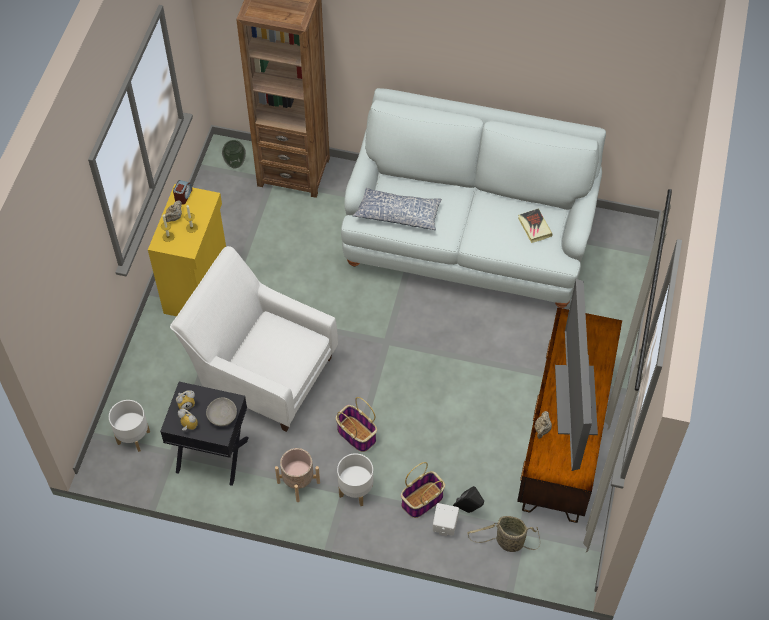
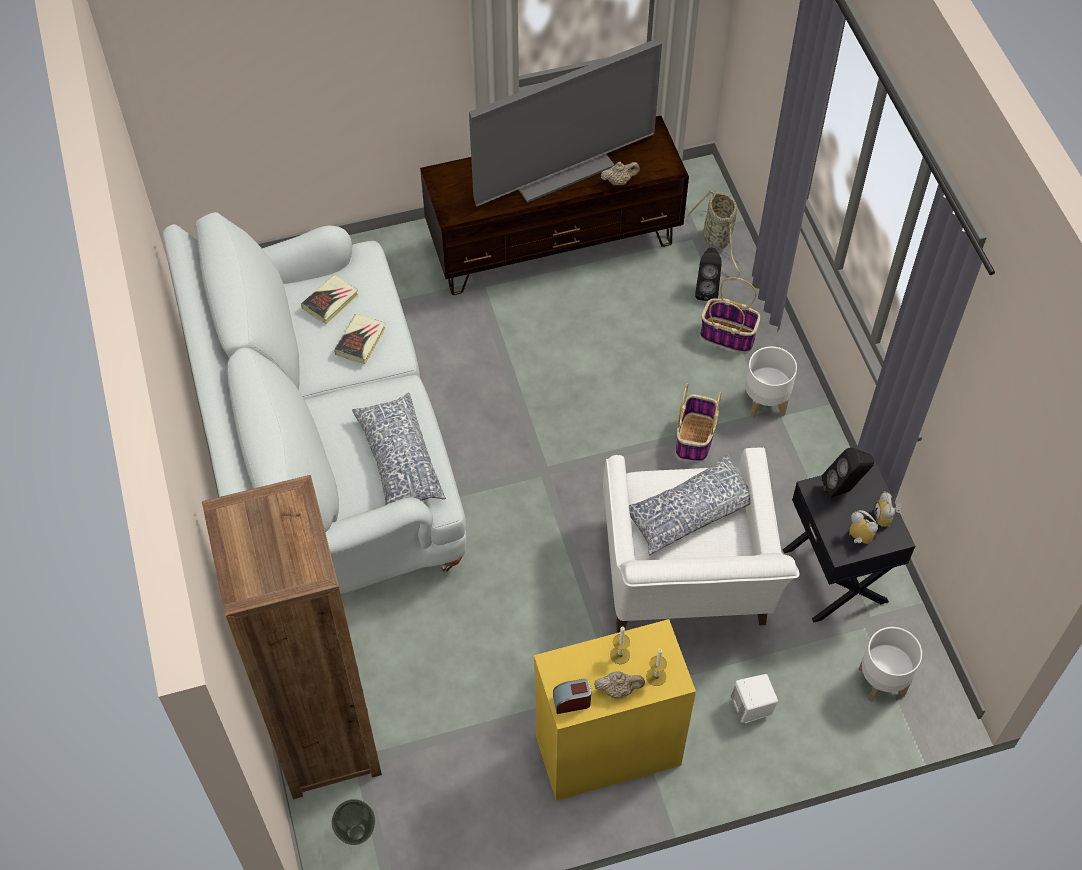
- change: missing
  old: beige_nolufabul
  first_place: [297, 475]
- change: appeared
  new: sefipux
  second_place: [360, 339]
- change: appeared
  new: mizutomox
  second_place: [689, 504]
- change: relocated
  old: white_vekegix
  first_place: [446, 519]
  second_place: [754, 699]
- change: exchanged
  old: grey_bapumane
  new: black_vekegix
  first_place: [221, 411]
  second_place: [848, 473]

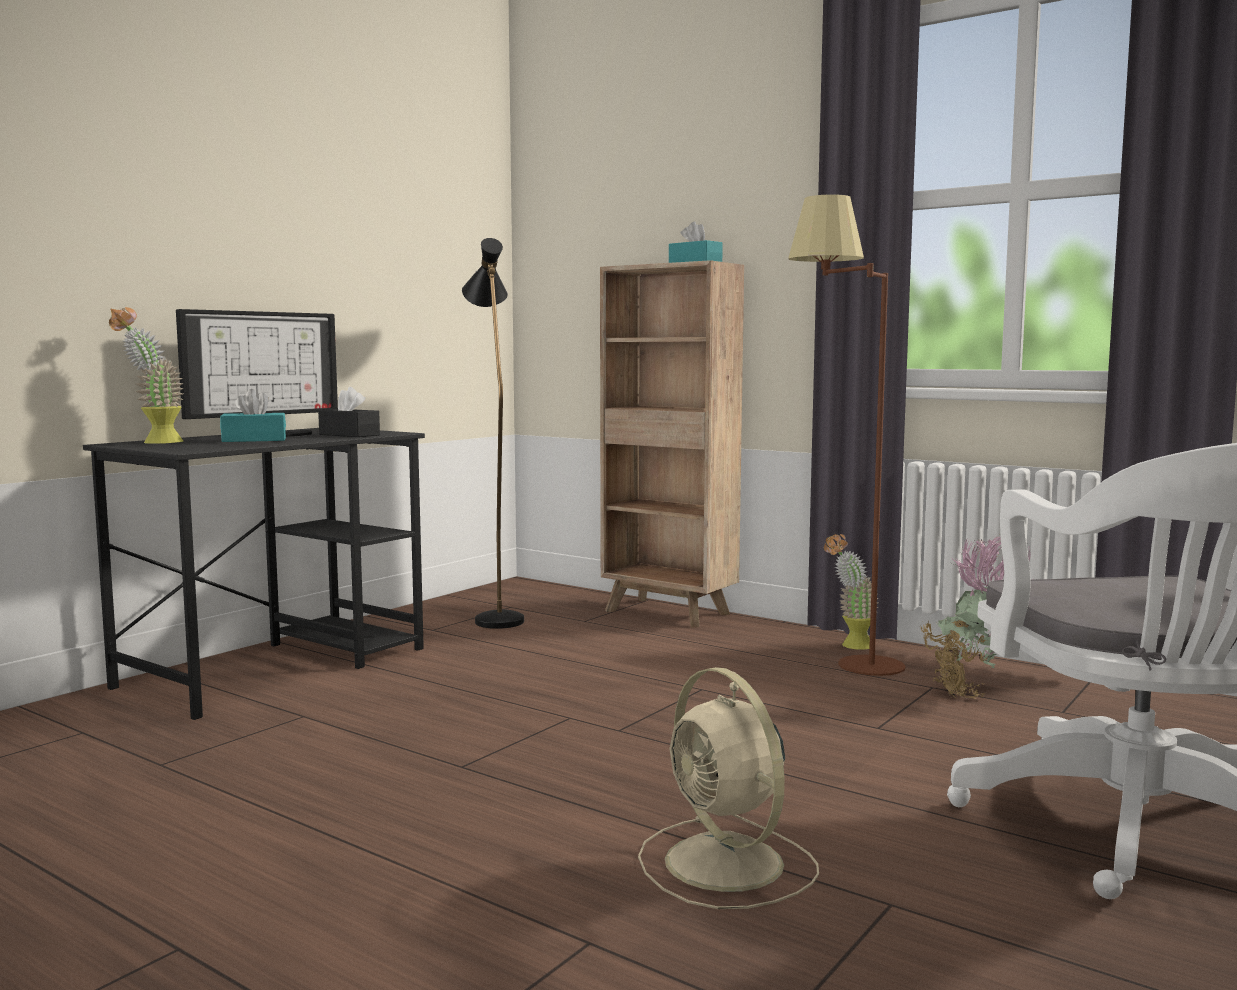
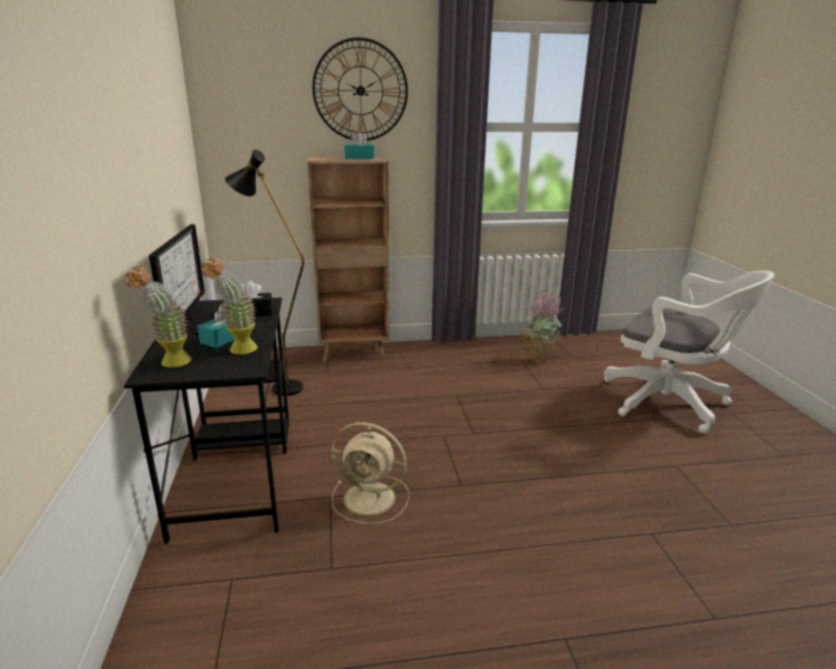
- change: missing
  old: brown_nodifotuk
  first_place: [847, 435]
- change: appeared
  new: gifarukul
  second_place: [360, 89]
- change: relocated
  old: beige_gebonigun
  first_place: [728, 788]
  second_place: [370, 473]
- change: relocated
  old: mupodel
  first_place: [851, 592]
  second_place: [229, 306]

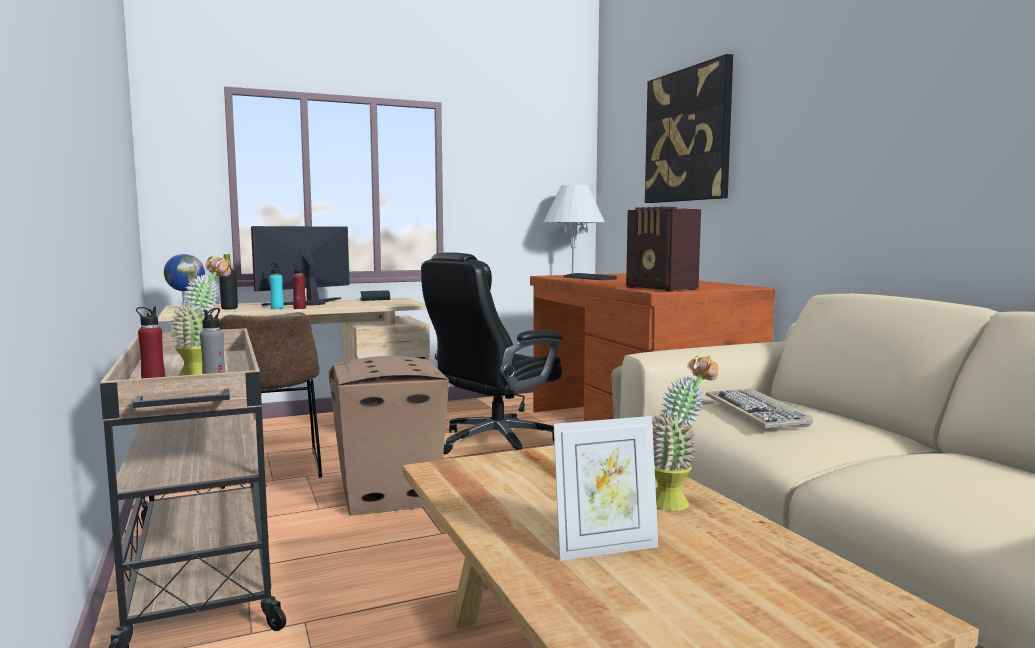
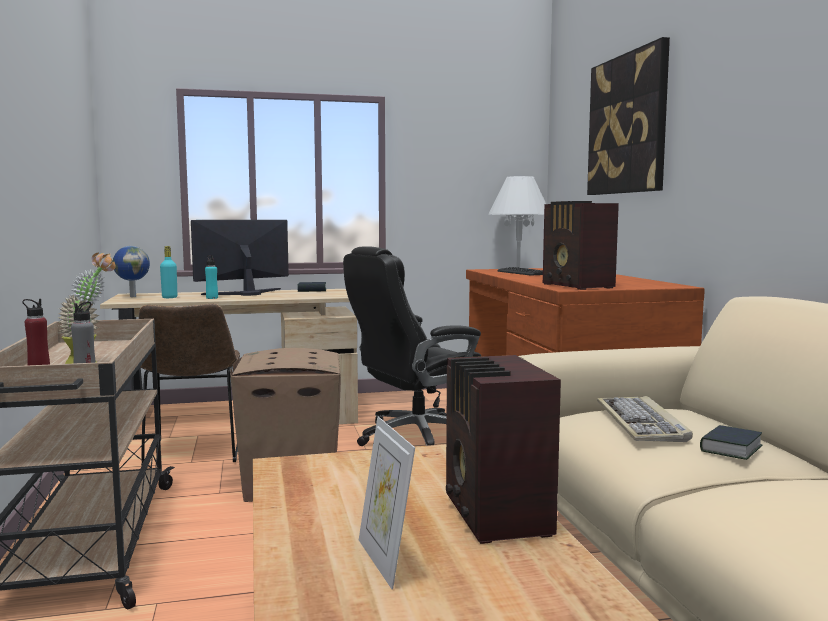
- change: missing
  old: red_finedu
  first_place: [299, 286]
- change: appeared
  new: sefipux
  second_place: [731, 442]
- change: exchanged
  old: mupodel
  new: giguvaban
  first_place: [685, 433]
  second_place: [503, 449]
- change: colour
  old: black_finedu
  new: turquoise_finedu
  first_place: [228, 282]
  second_place: [168, 272]
- change: spun
  old: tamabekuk
  first_place: [606, 488]
  second_place: [387, 503]
  degrees: 75

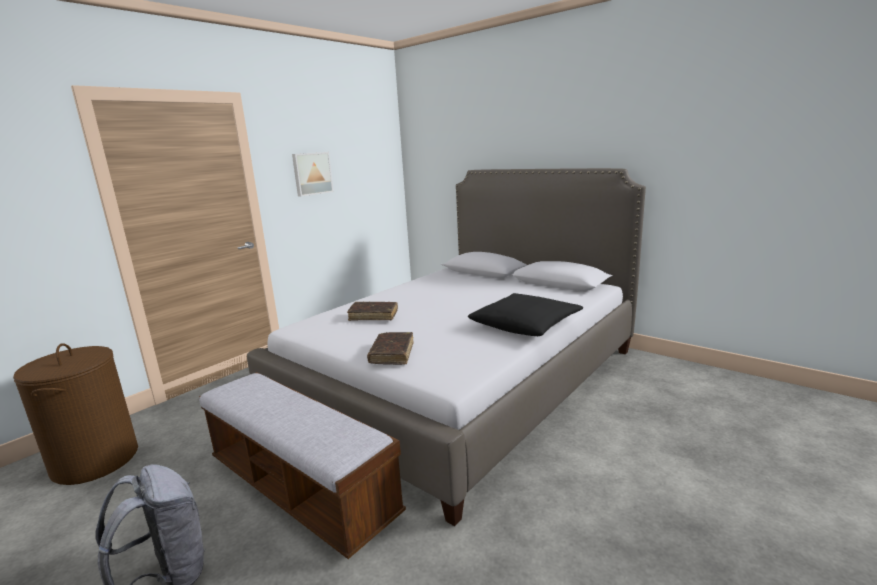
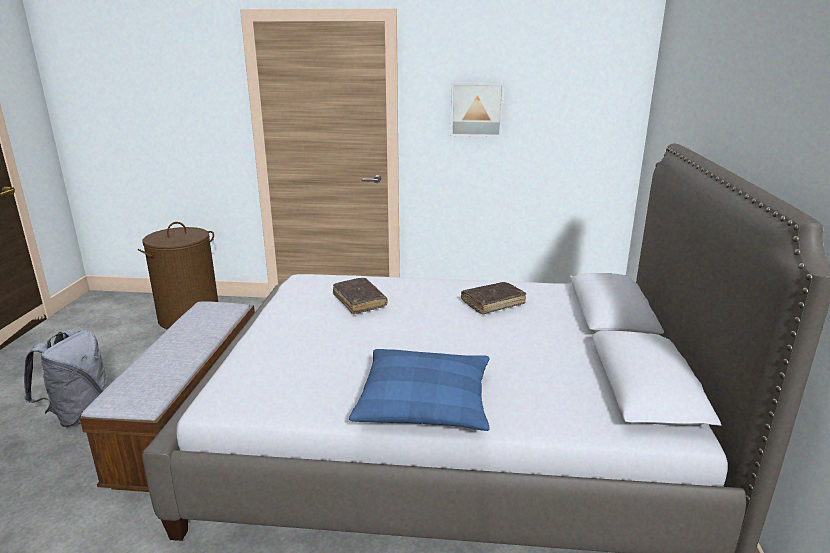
- change: relocated
  old: brown_sefipux
  first_place: [390, 348]
  second_place: [493, 298]
- change: colour
  old: black_mizutomox
  new: blue_mizutomox
  first_place: [525, 314]
  second_place: [419, 390]

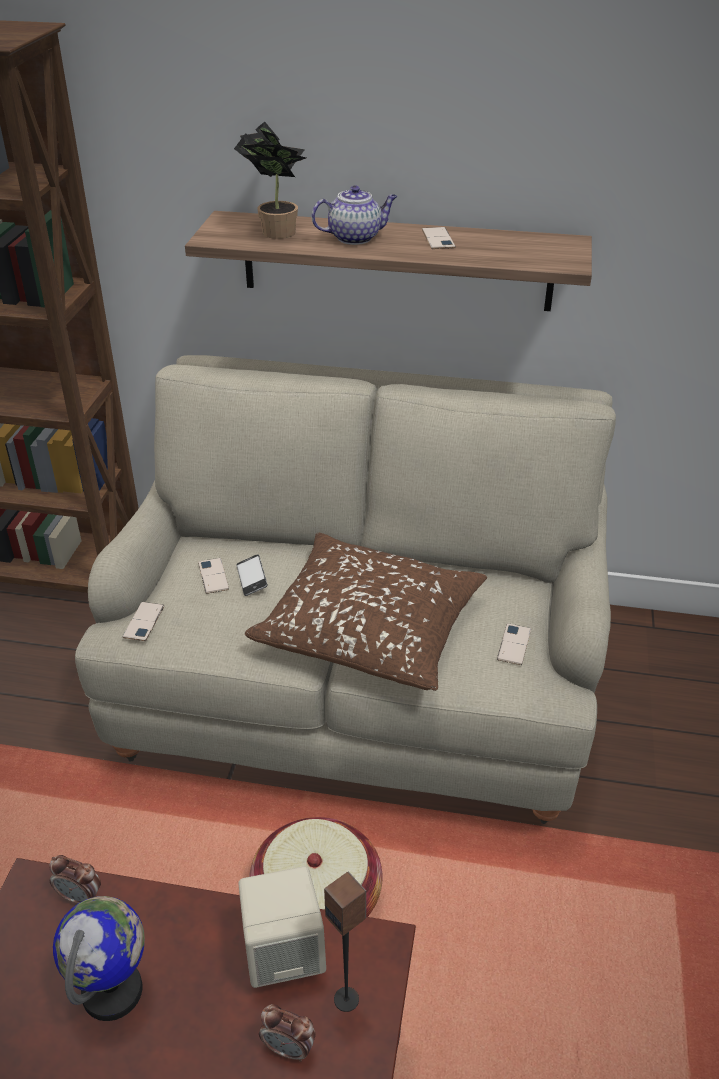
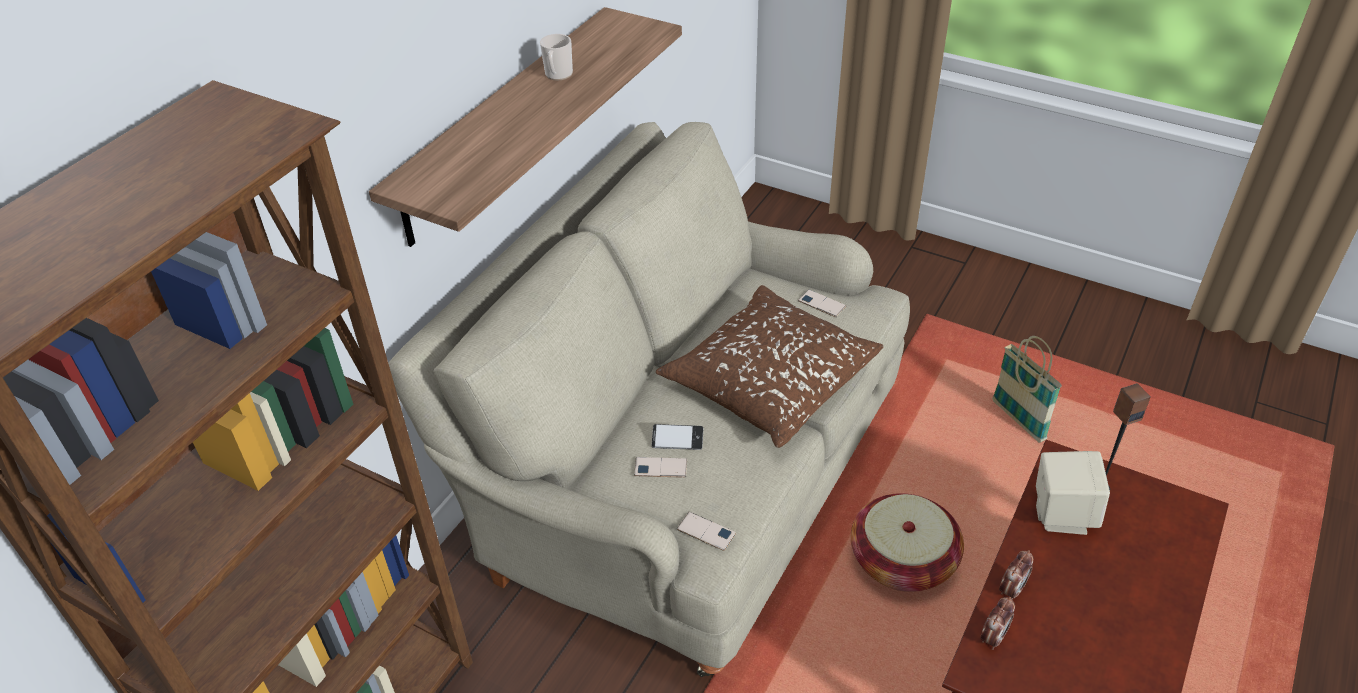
- change: missing
  old: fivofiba
  first_place: [99, 958]
- change: missing
  old: mupodel
  first_place: [270, 180]
- change: missing
  old: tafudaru
  first_place: [355, 215]
- change: appeared
  new: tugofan
  second_place: [1027, 389]
- change: relocated
  old: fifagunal
  first_place: [287, 1033]
  second_place: [1016, 575]
- change: exchanged
  old: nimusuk
  new: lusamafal
  first_place: [438, 238]
  second_place: [556, 57]

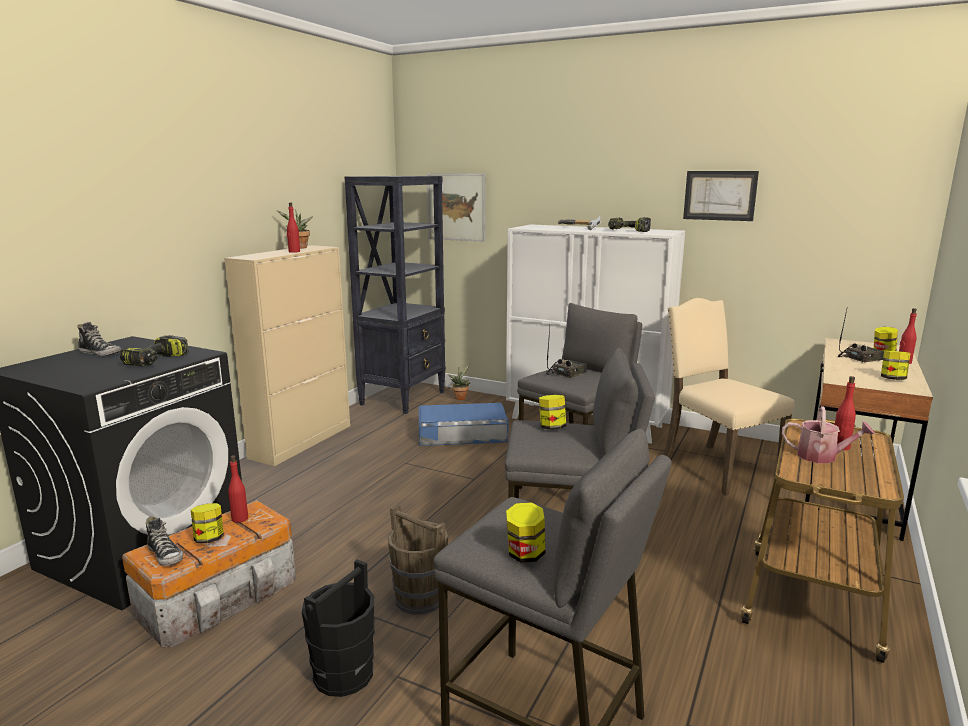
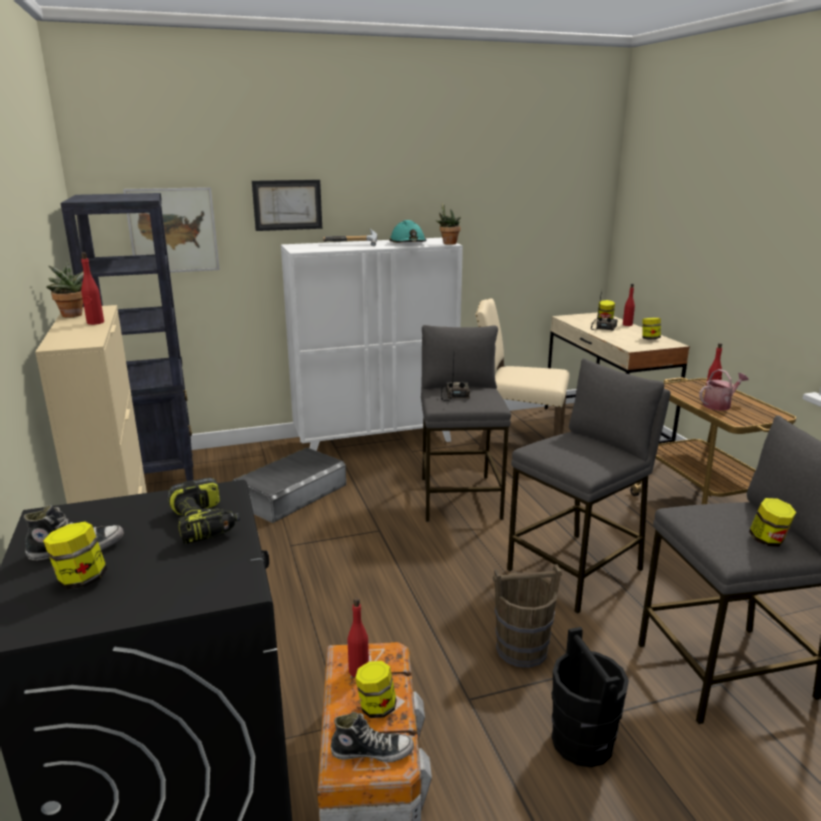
- change: relocated
  old: mupodel
  first_place: [458, 382]
  second_place: [448, 223]
- change: relocated
  old: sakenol
  first_place: [552, 412]
  second_place: [75, 556]
- change: relocated
  old: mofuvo
  first_place: [721, 196]
  second_place: [287, 205]
- change: exchanged
  old: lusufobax
  new: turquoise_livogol
  first_place: [629, 224]
  second_place: [407, 231]
- change: colour
  old: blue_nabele
  new: grey_nabele
  first_place: [463, 424]
  second_place: [289, 485]

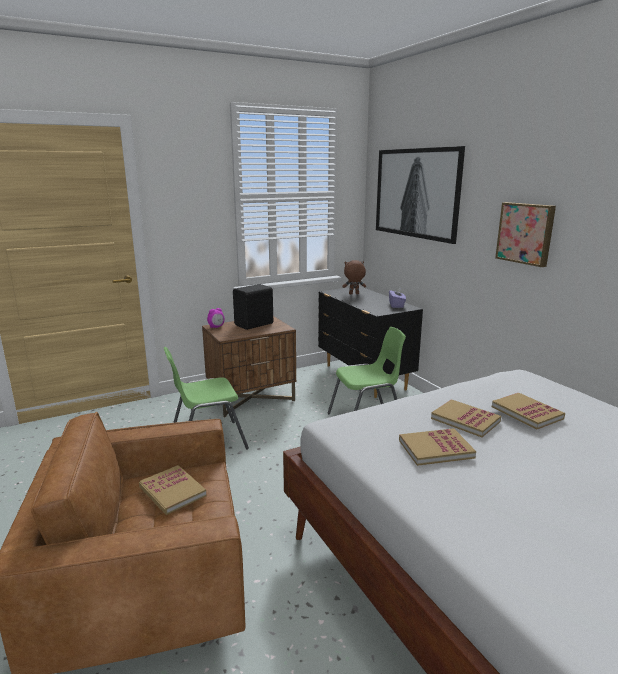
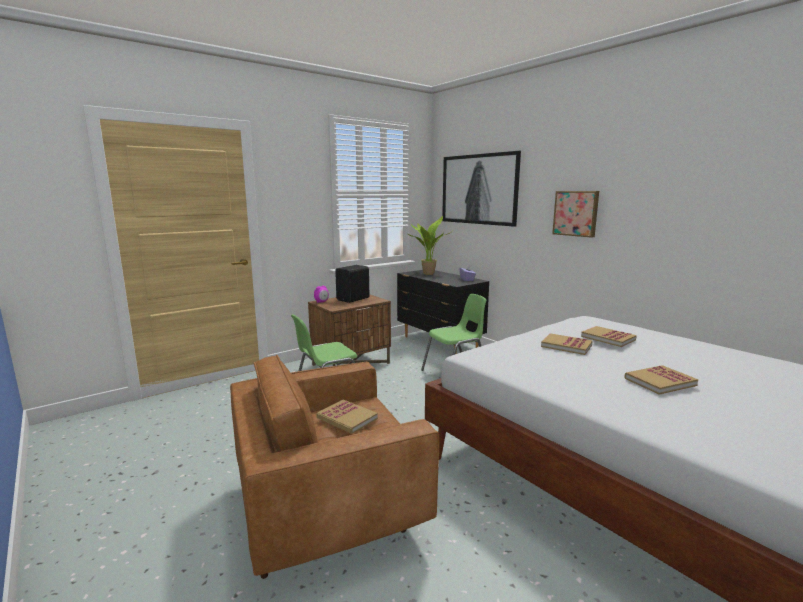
- change: relocated
  old: sefipux
  first_place: [437, 447]
  second_place: [661, 380]
- change: exchanged
  old: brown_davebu
  new: mupodel
  first_place: [354, 277]
  second_place: [429, 245]

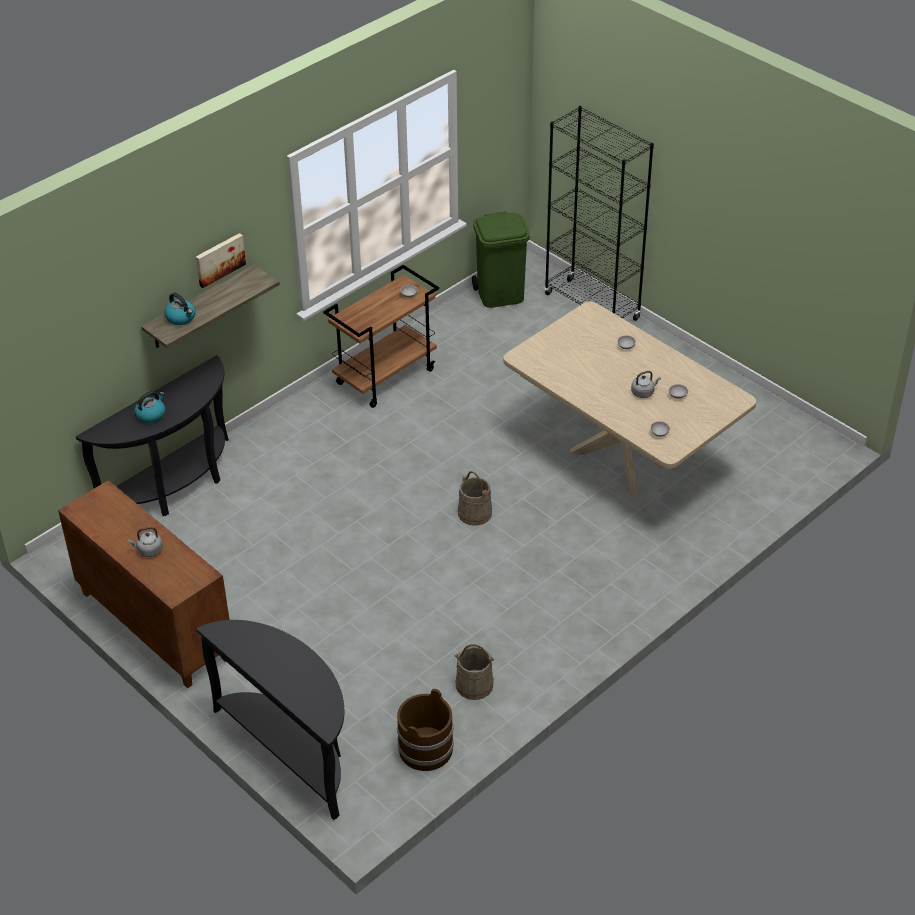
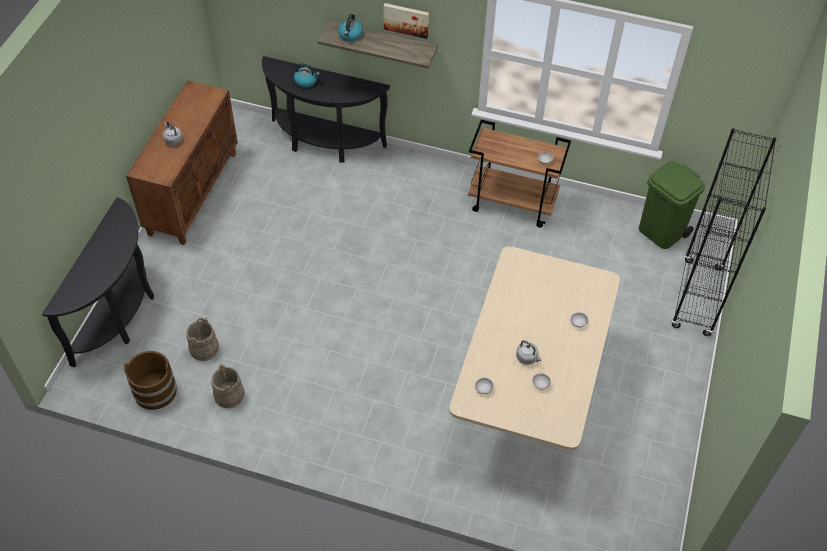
- change: relocated
  old: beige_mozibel
  first_place: [475, 498]
  second_place: [202, 339]

